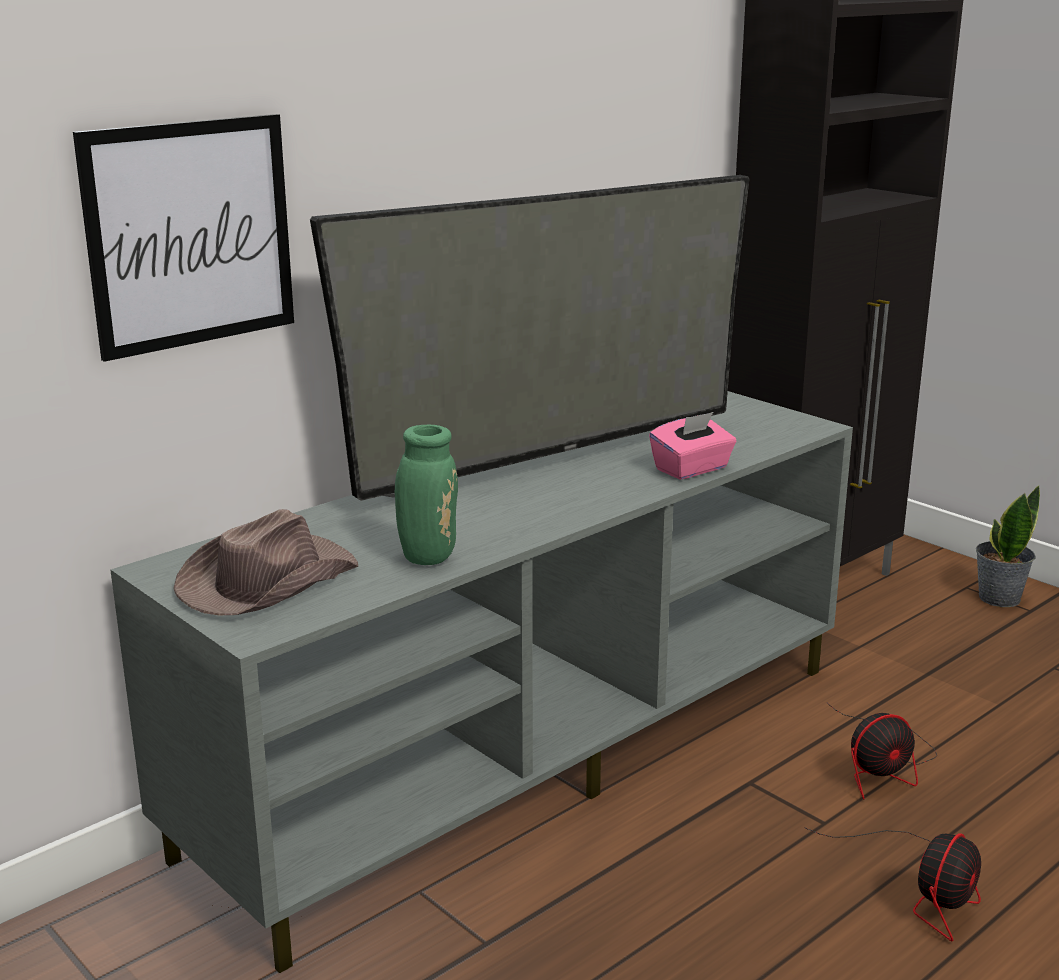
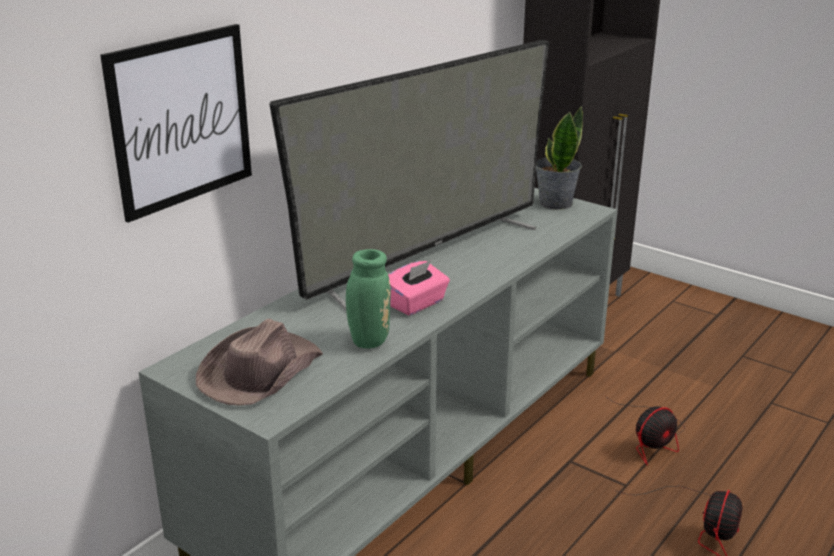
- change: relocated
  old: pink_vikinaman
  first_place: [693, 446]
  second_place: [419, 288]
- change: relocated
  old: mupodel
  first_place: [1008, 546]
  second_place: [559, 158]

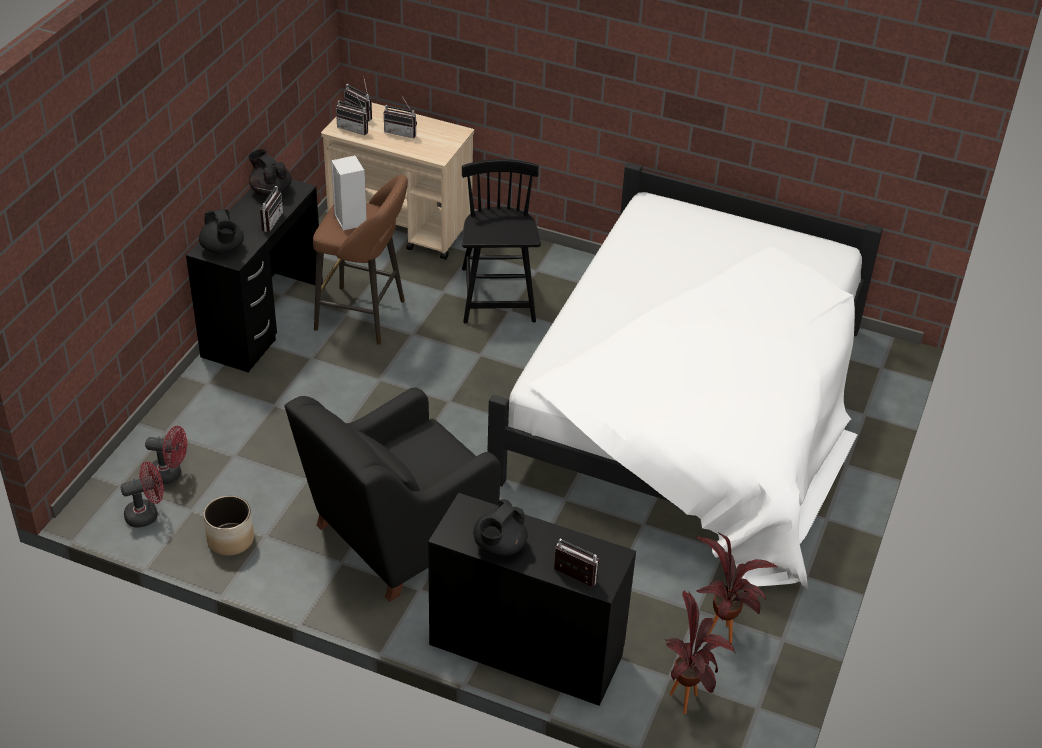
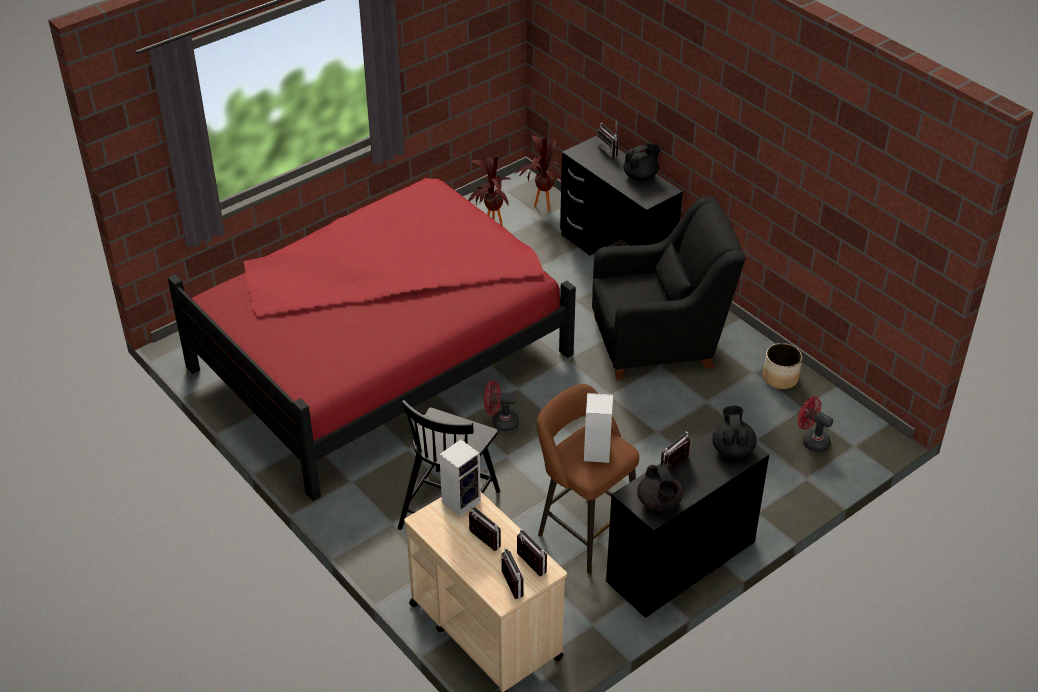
- change: appeared
  new: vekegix
  second_place: [460, 477]
- change: relocated
  old: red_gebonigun
  first_place: [142, 494]
  second_place: [501, 406]
- change: colour
  old: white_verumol
  new: red_verumol
  first_place: [685, 376]
  second_place: [372, 339]

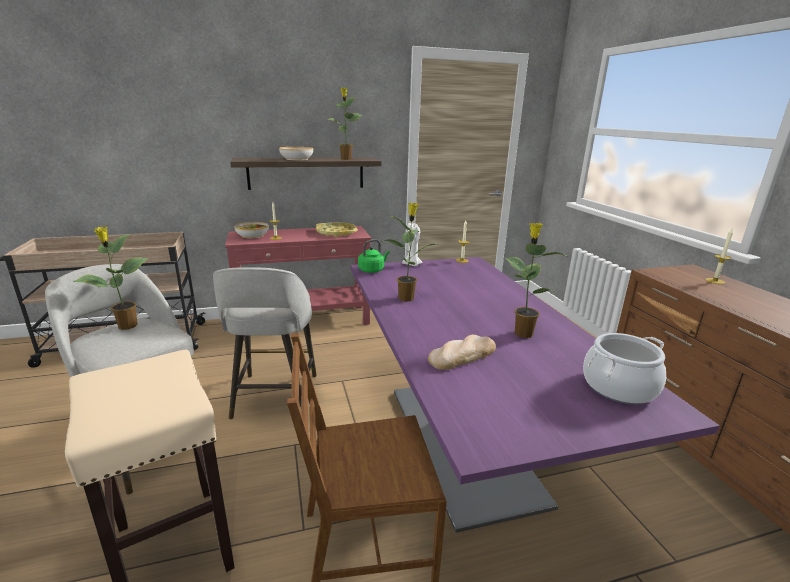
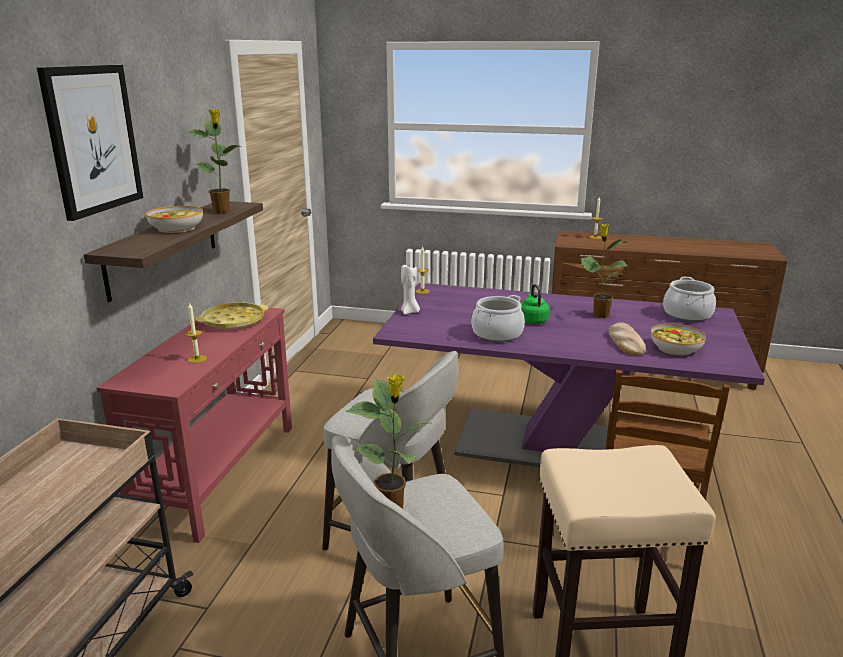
- change: appeared
  new: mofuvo
  second_place: [90, 143]
- change: relocated
  old: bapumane
  first_place: [251, 230]
  second_place: [678, 340]
- change: relocated
  old: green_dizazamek
  first_place: [374, 256]
  second_place: [535, 304]
- change: exchanged
  old: mupodel
  new: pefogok
  first_place: [411, 251]
  second_place: [498, 318]

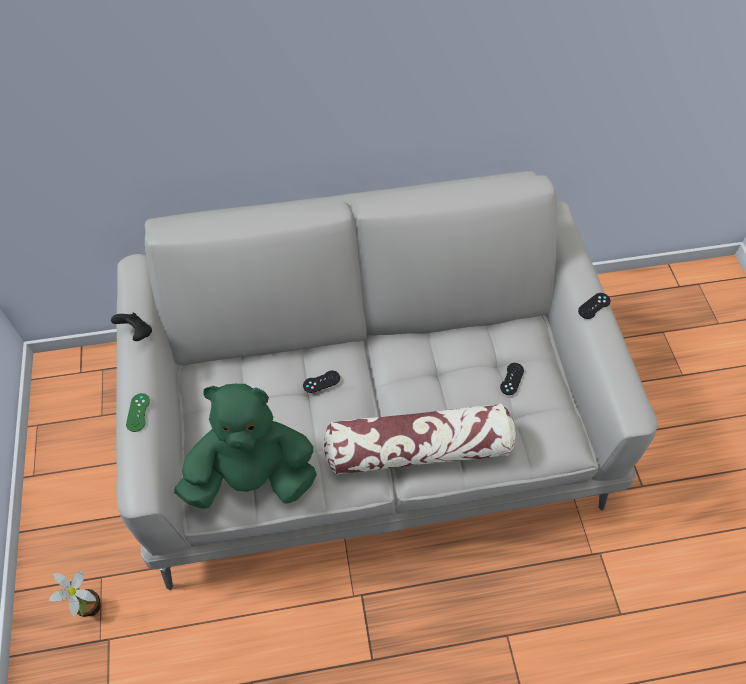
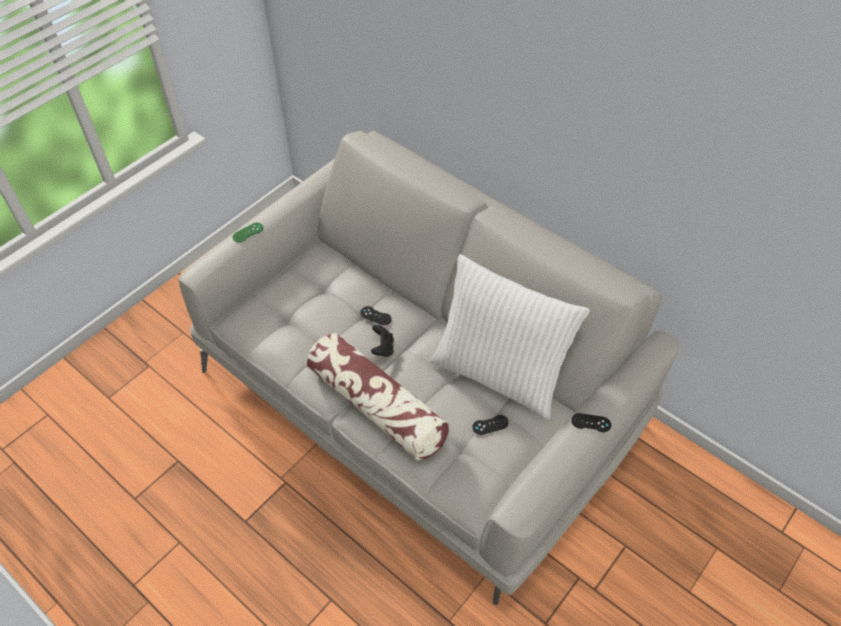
- change: missing
  old: mupodel
  first_place: [75, 593]
- change: missing
  old: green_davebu
  first_place: [246, 446]
- change: appeared
  new: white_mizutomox
  second_place: [510, 337]
- change: relocated
  old: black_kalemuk
  first_place: [131, 327]
  second_place: [382, 341]

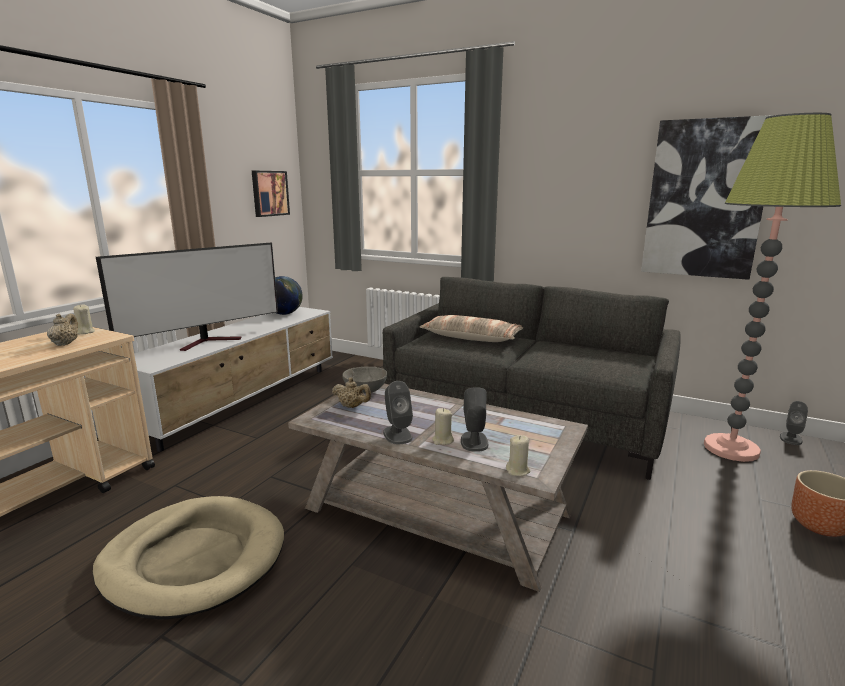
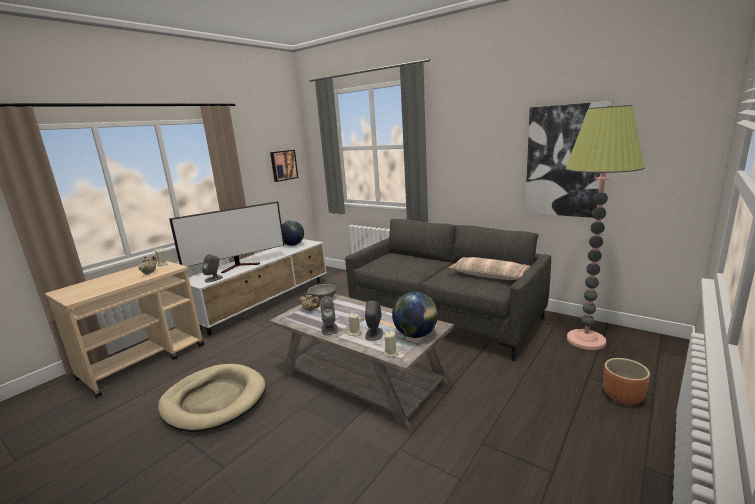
- change: appeared
  new: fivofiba
  second_place: [415, 315]
- change: relocated
  old: mizutomox
  first_place: [471, 328]
  second_place: [489, 268]
- change: relocated
  old: grey_vekegix
  first_place: [794, 423]
  second_place: [212, 268]

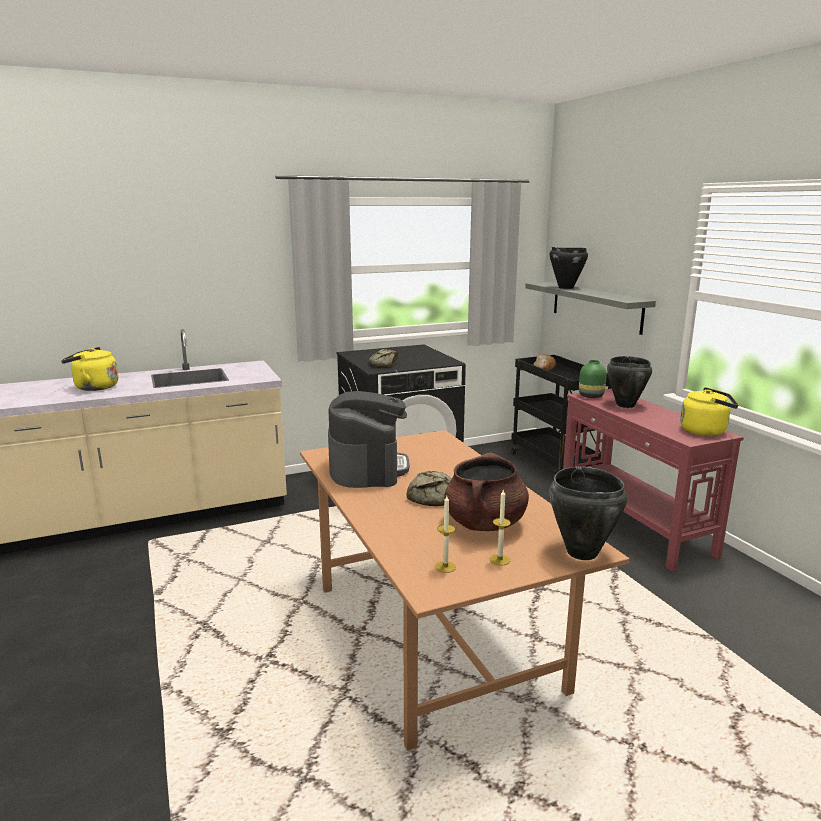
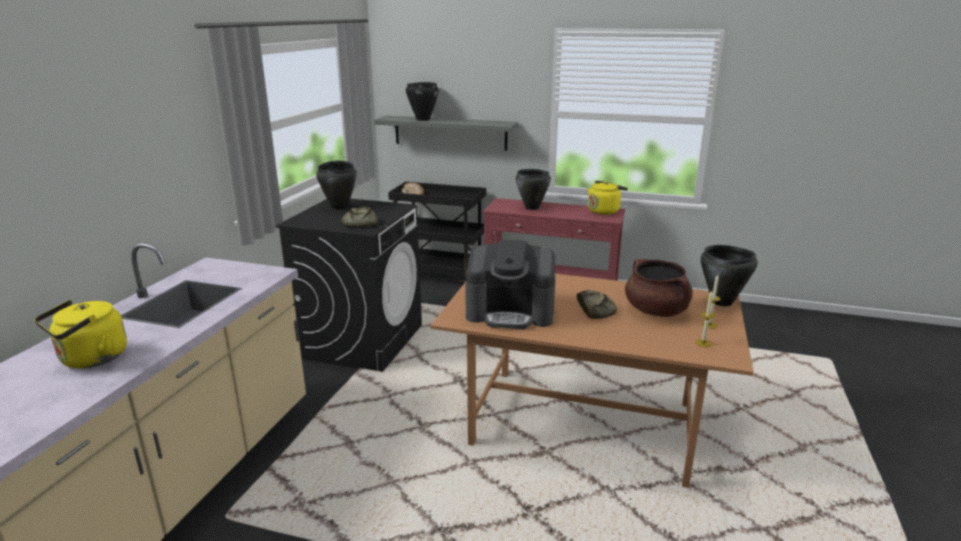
- change: missing
  old: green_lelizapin
  first_place: [593, 379]
- change: appeared
  new: black_pefogok
  second_place: [336, 185]
- change: spun
  old: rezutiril
  first_place: [368, 439]
  second_place: [510, 284]
  degrees: 150

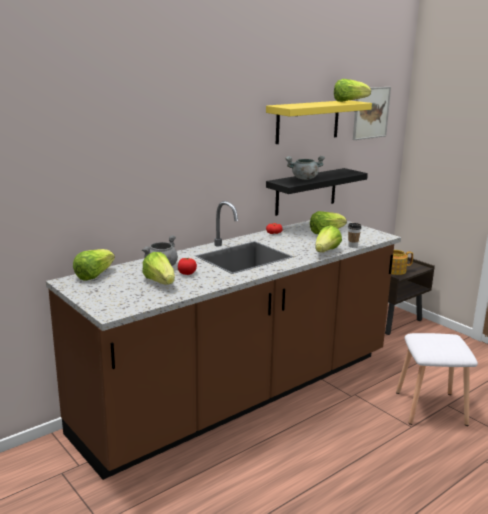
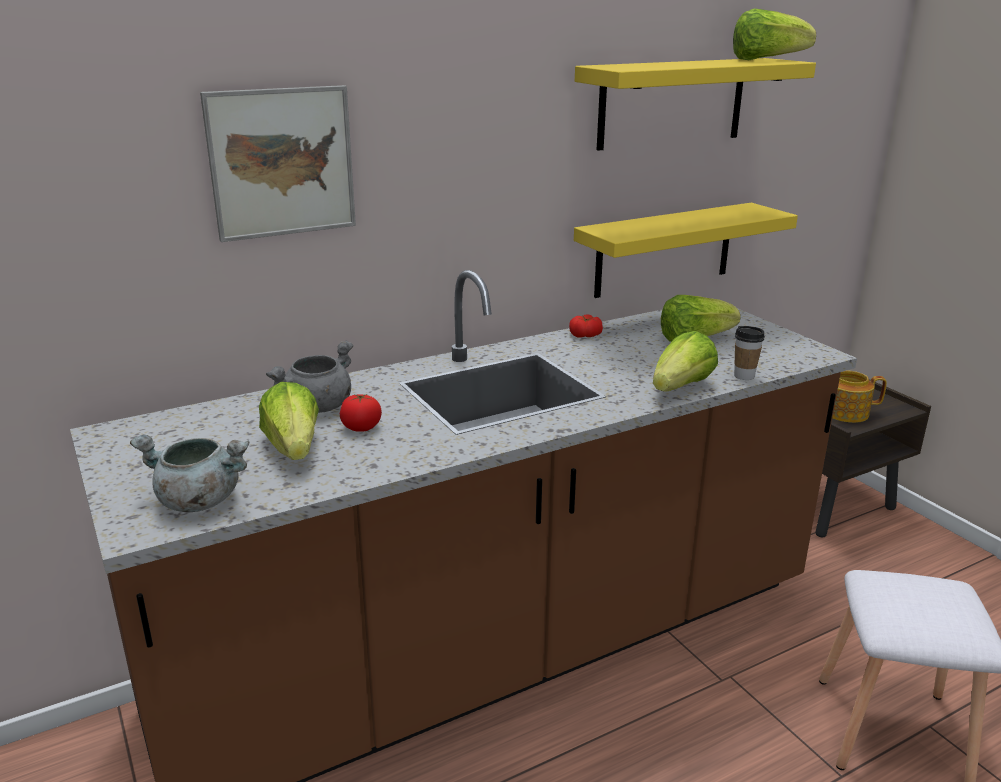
- change: missing
  old: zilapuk
  first_place: [94, 265]
- change: relocated
  old: grey_pefogok
  first_place: [305, 168]
  second_place: [189, 473]
- change: relocated
  old: mofuvo
  first_place: [372, 113]
  second_place: [278, 163]
- change: colour
  old: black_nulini
  new: yellow_nulini
  first_place: [317, 192]
  second_place: [686, 250]

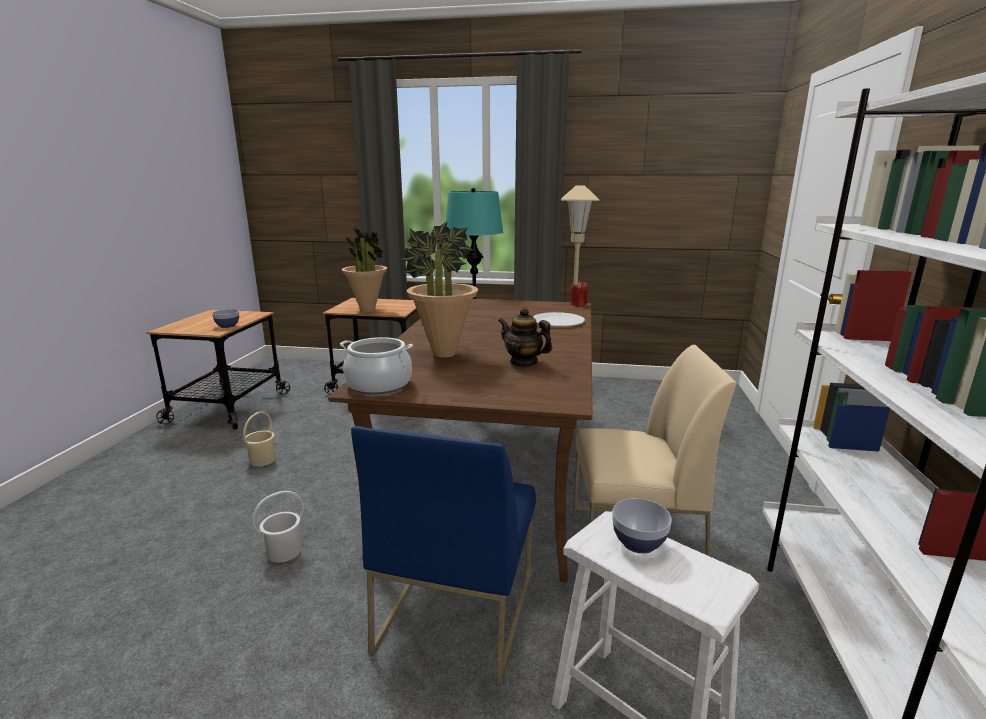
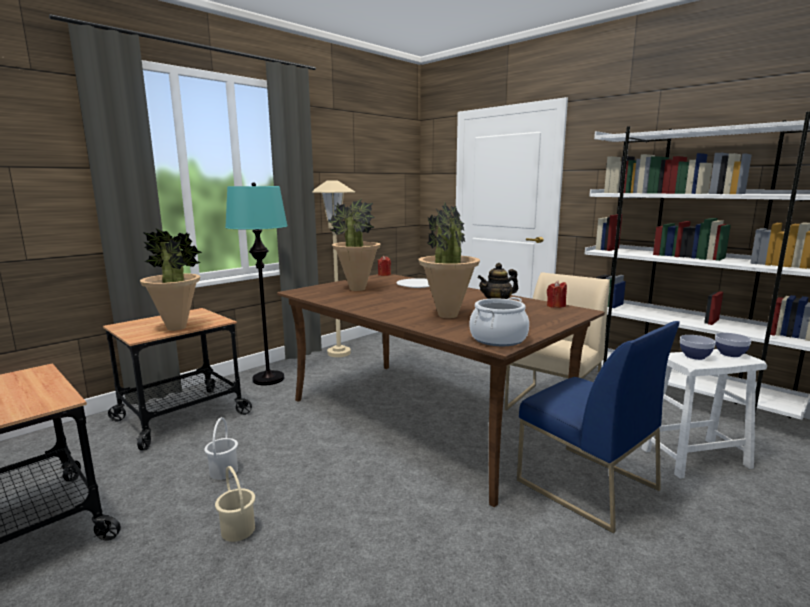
- change: appeared
  new: mupodel
  second_place: [354, 244]
- change: appeared
  new: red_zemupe
  second_place: [557, 294]
- change: relocated
  old: bapumane
  first_place: [225, 318]
  second_place: [733, 345]
- change: relocated
  old: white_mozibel
  first_place: [278, 527]
  second_place: [221, 448]

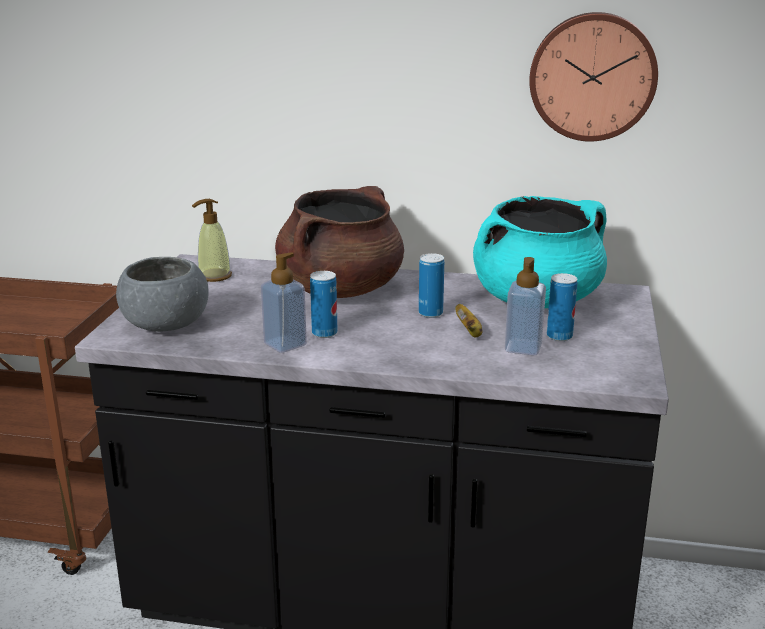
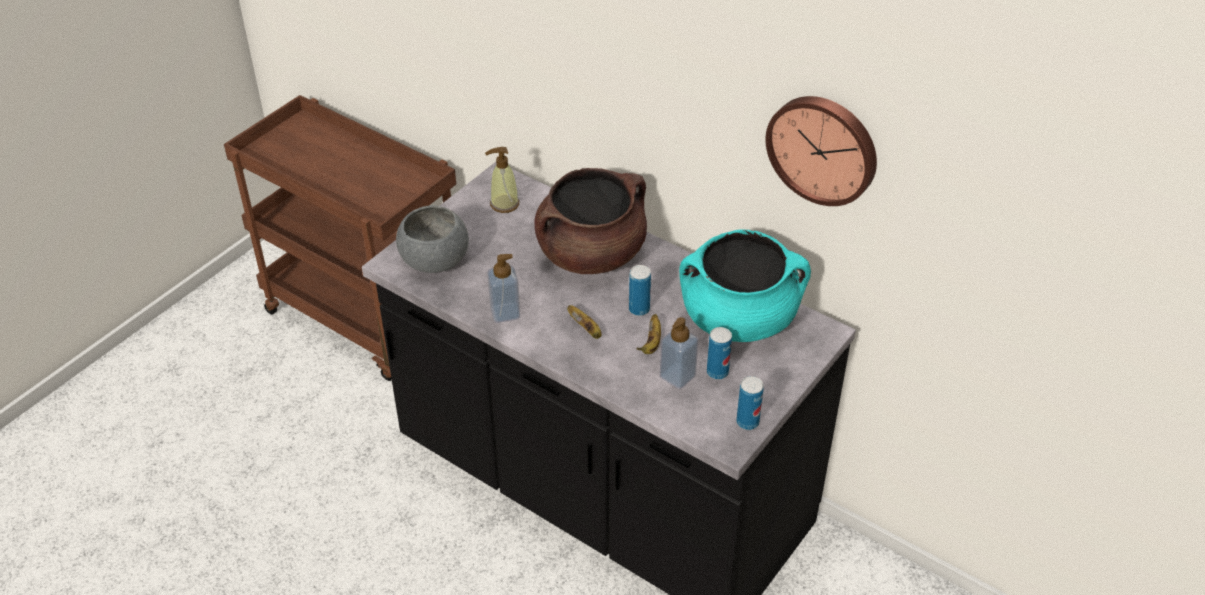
- change: appeared
  new: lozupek
  second_place: [584, 322]
- change: relocated
  old: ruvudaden
  first_place: [324, 304]
  second_place: [750, 403]

